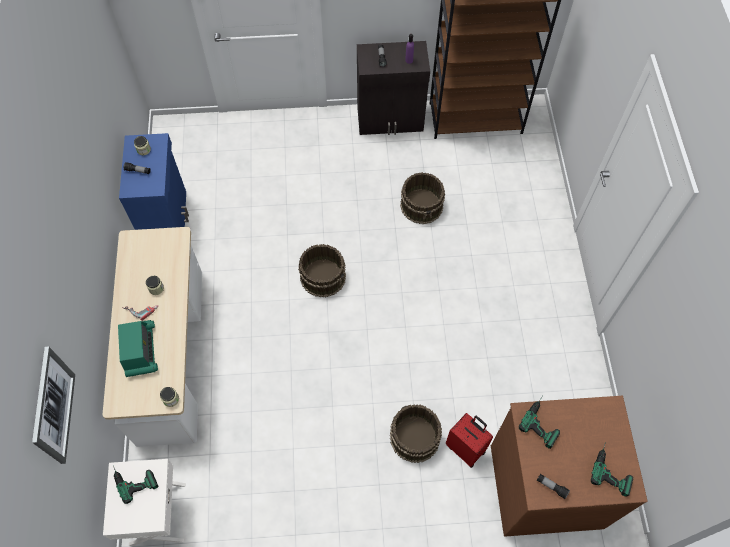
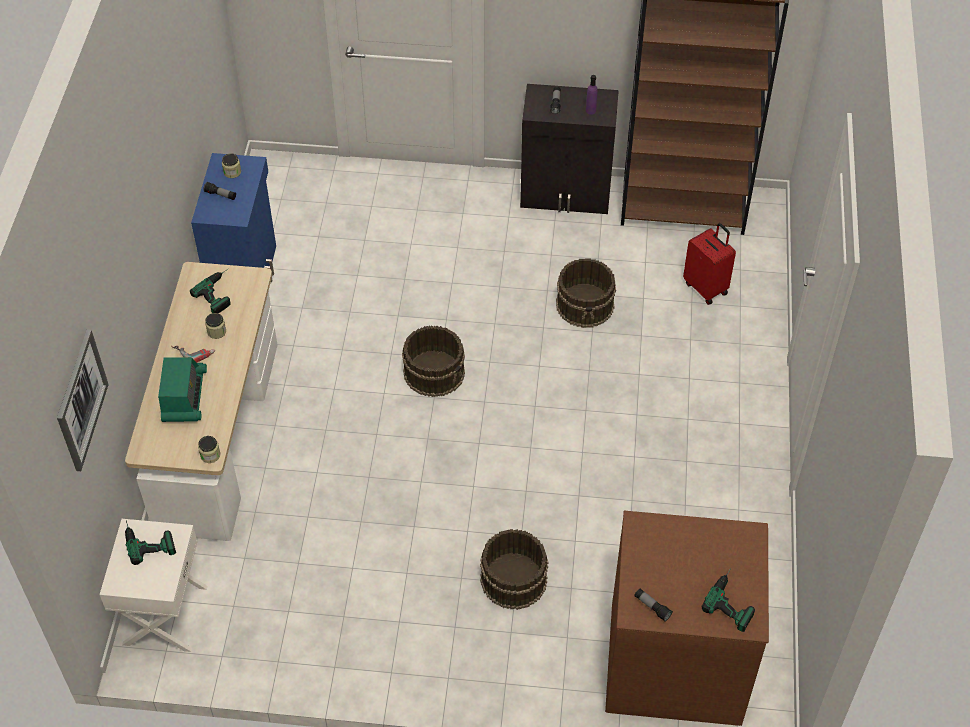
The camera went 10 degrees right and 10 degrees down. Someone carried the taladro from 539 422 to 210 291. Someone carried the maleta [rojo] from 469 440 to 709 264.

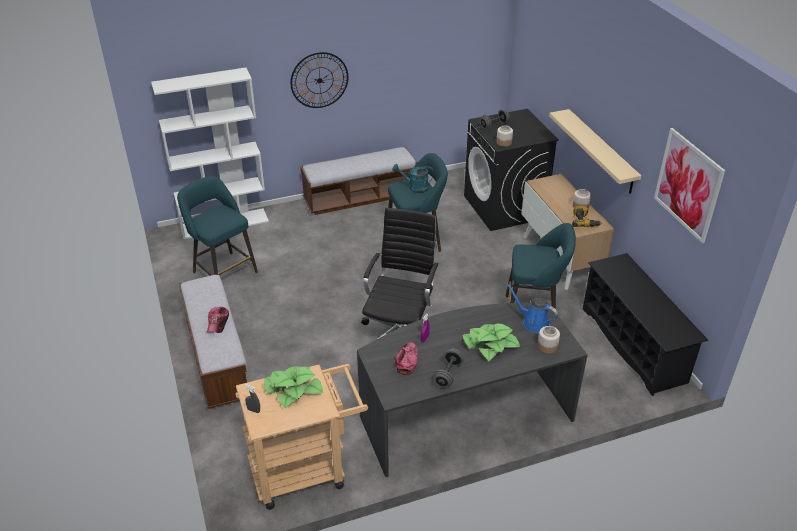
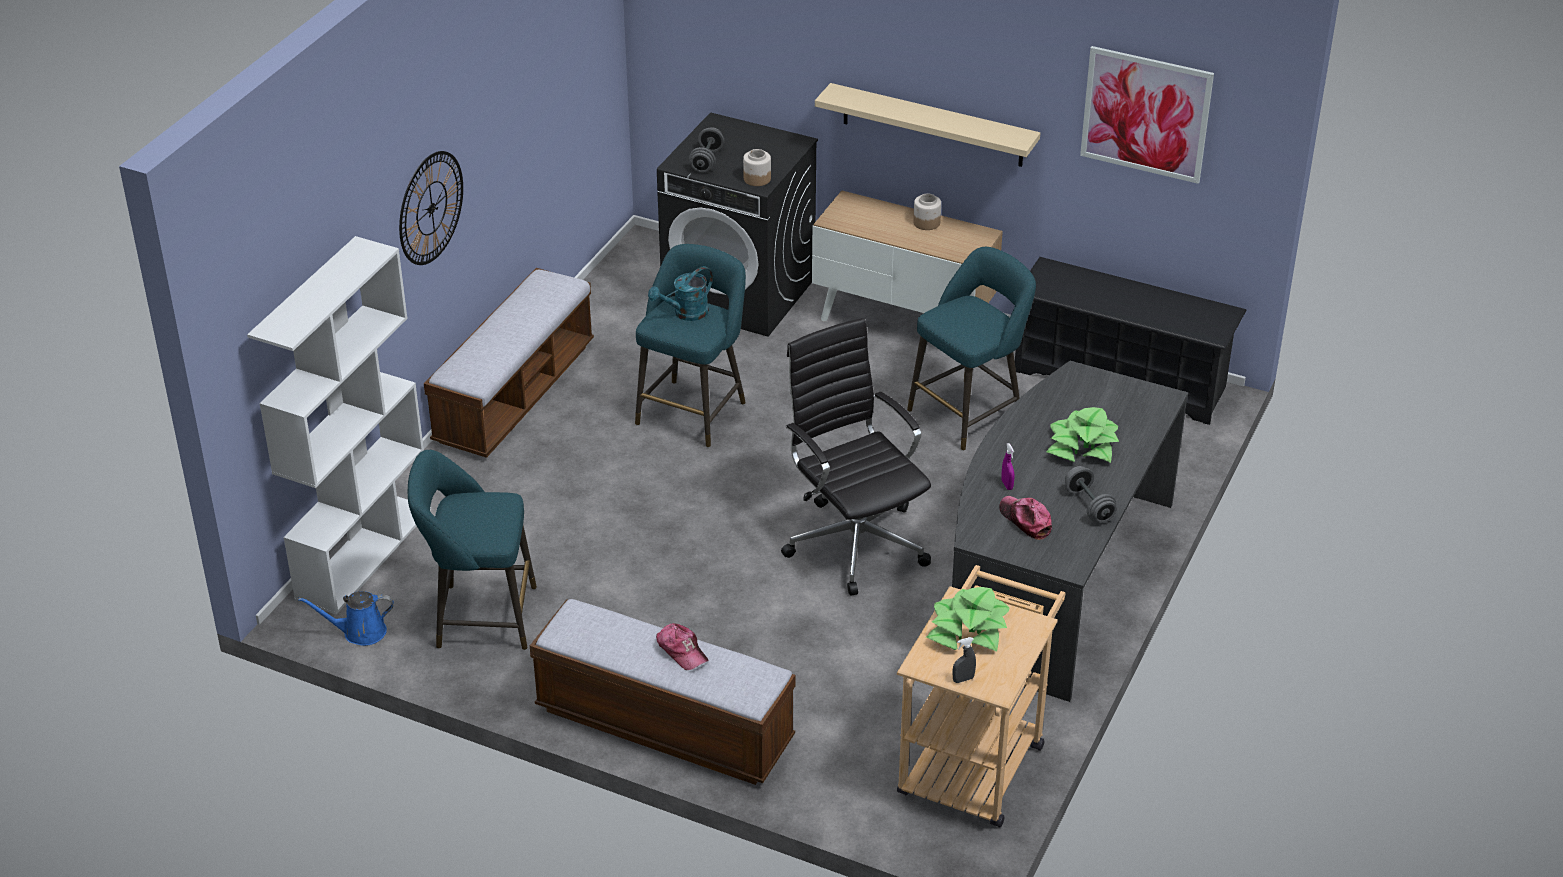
The camera went 45 degrees left and 0 degrees up. Someone took away the taladro at 587 216. Someone carried the regadera [azul] from 532 308 to 346 618. Someone took away the tarro at 549 340.

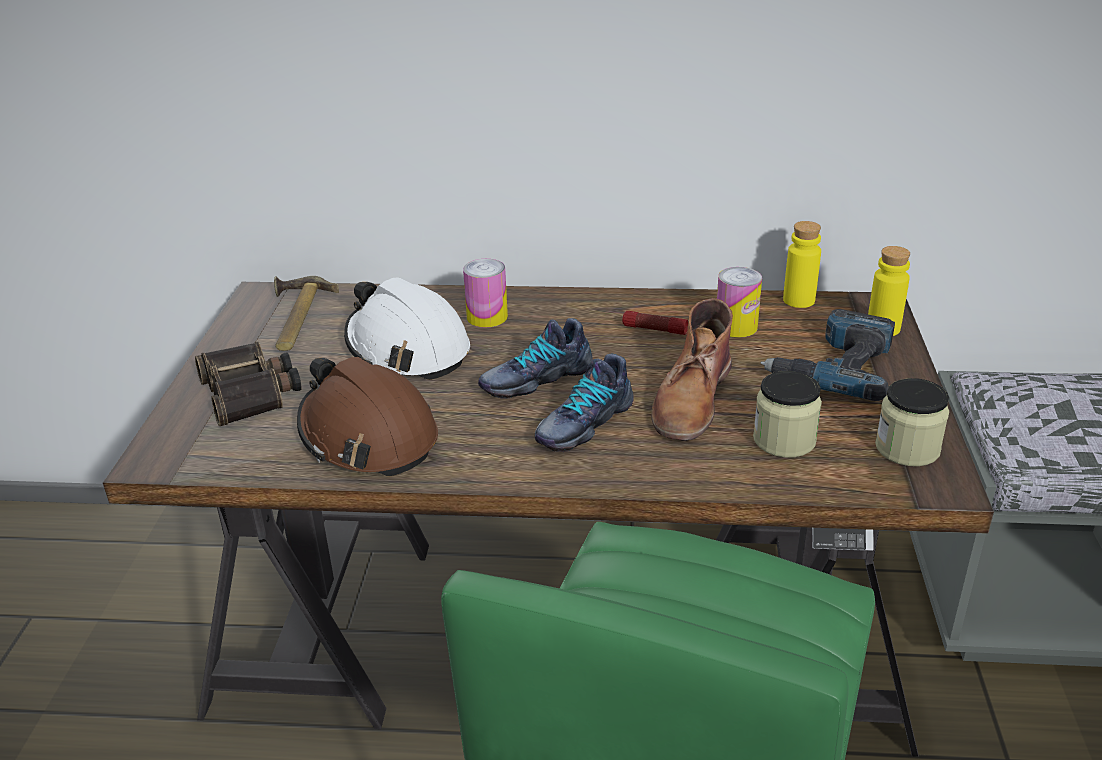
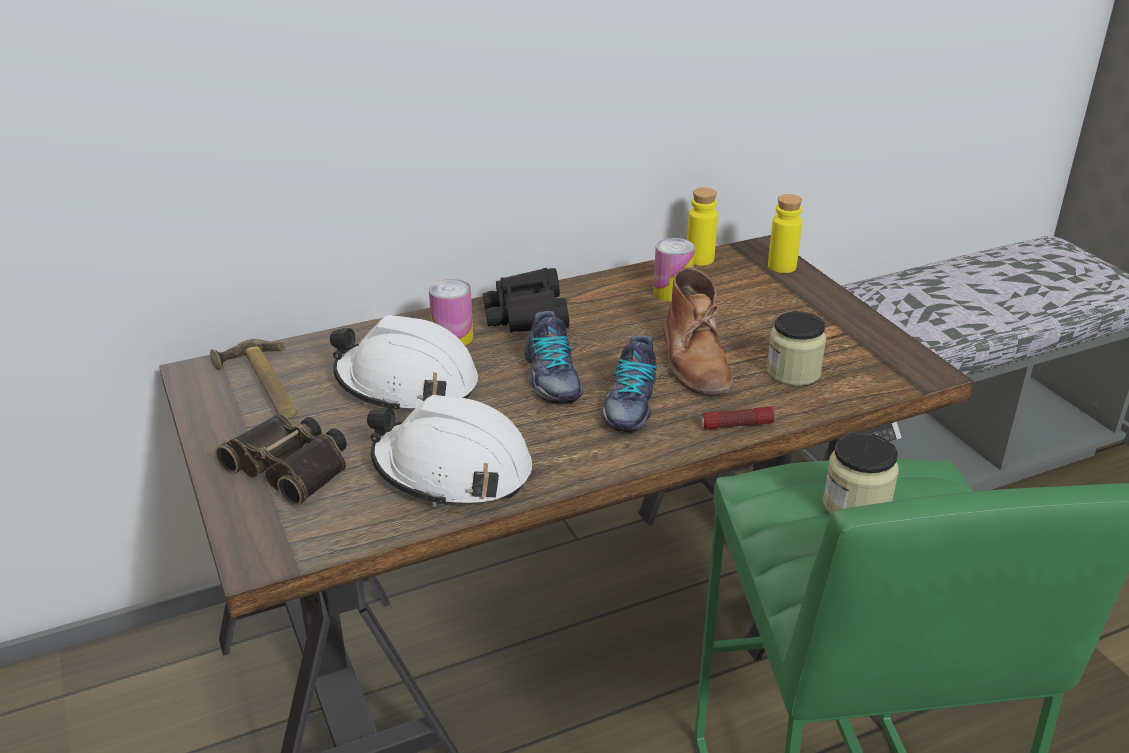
The camera went 30 degrees left and 0 degrees up. Someone took away the taladro at 828 355. Someone carried the linterna from 655 323 to 737 418. Someone rotated the zapato at 535 358 by 45 degrees counterclockwise. Someone repainted the casco [marrón] at 367 416, which became the casco [blanco] at 449 451. Someone carried the tarro from 912 422 to 861 473. Someone put down the prismáticos [negro] at 526 300.

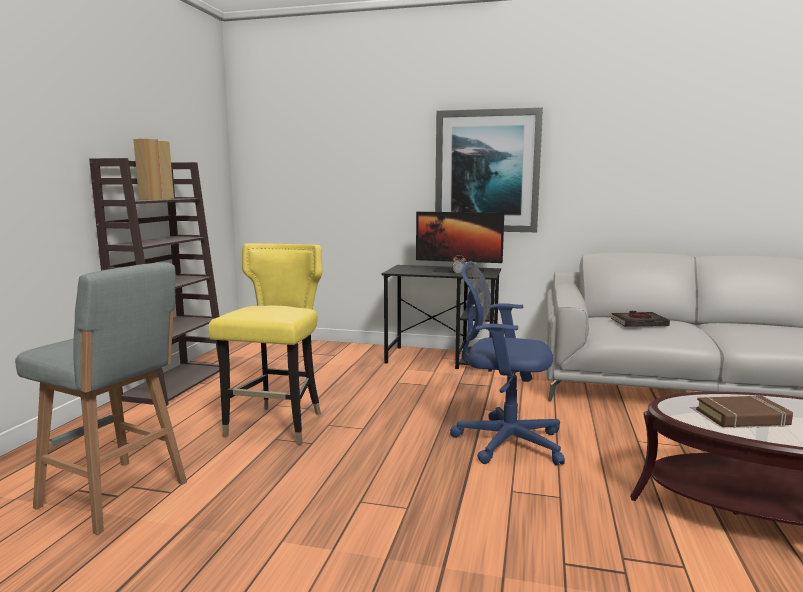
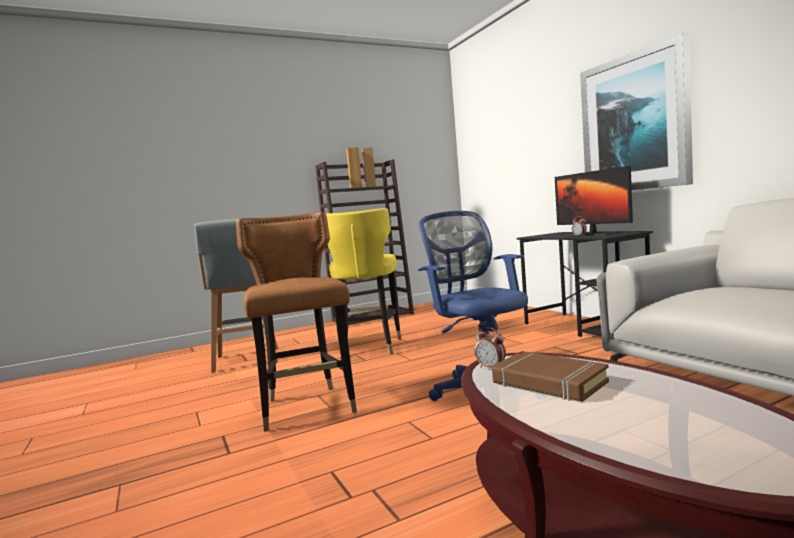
The camera went 50 degrees right and 5 degrees down. Someone rotated the silla [amarillo] at 265 344 by 120 degrees clockwise. Someone took away the libro [negro] at 640 319. Someone put down the silla [marrón] at 296 322. Someone put down the despertador at 490 347.

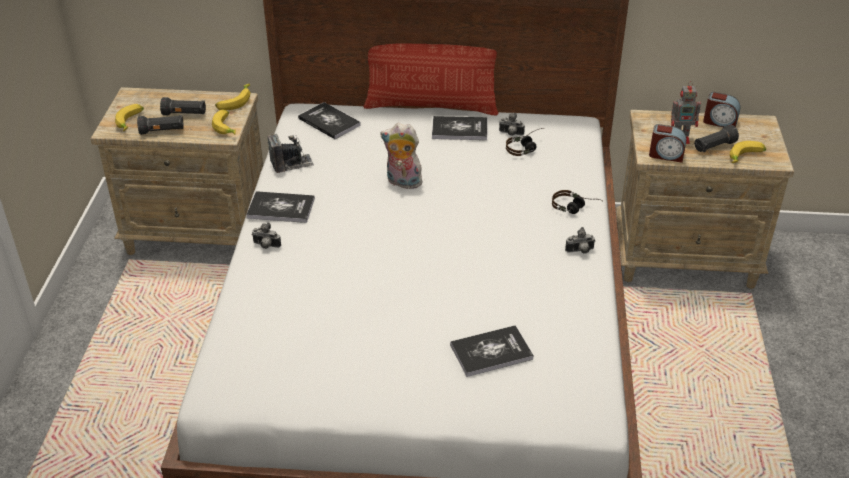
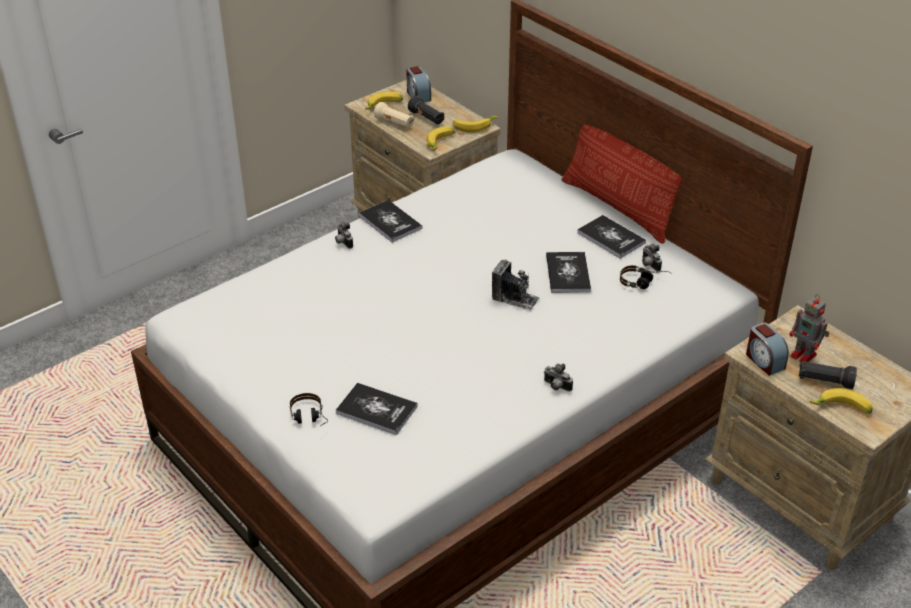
The camera went 45 degrees right and 0 degrees up. Someone carried the despertador from 722 109 to 418 84. Someone carried the libro from 329 120 to 568 272. Someone repainted the linterna [negro] at 160 125, which became the linterna [beis] at 394 115. Someone took away the peluche at 401 156. Someone carried the cámara from 291 153 to 516 285. Someone carried the auriculares from 577 202 to 309 410.

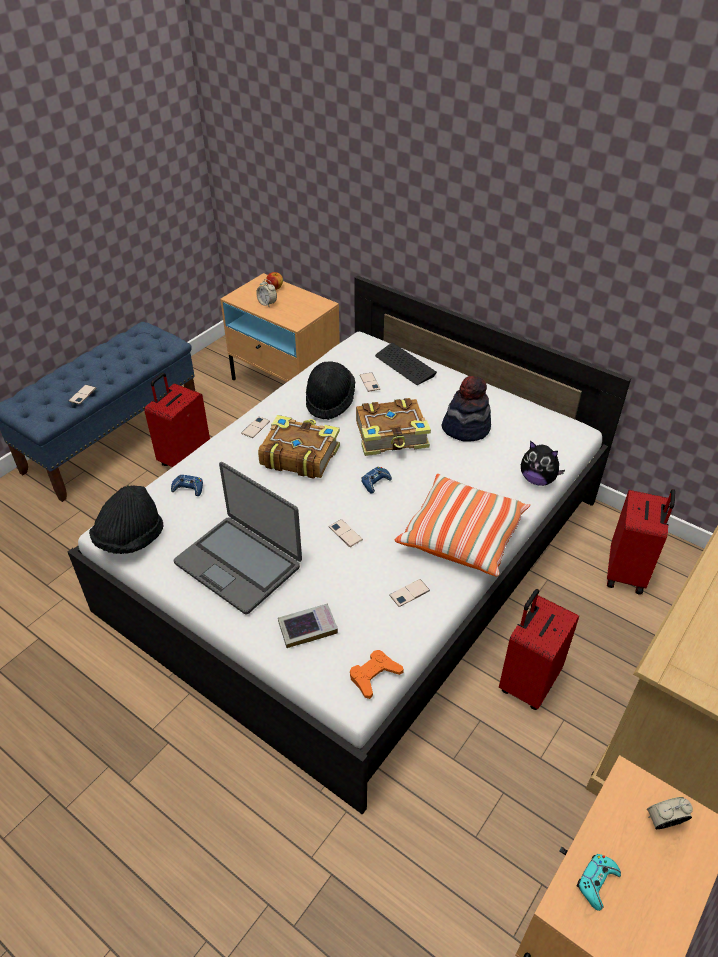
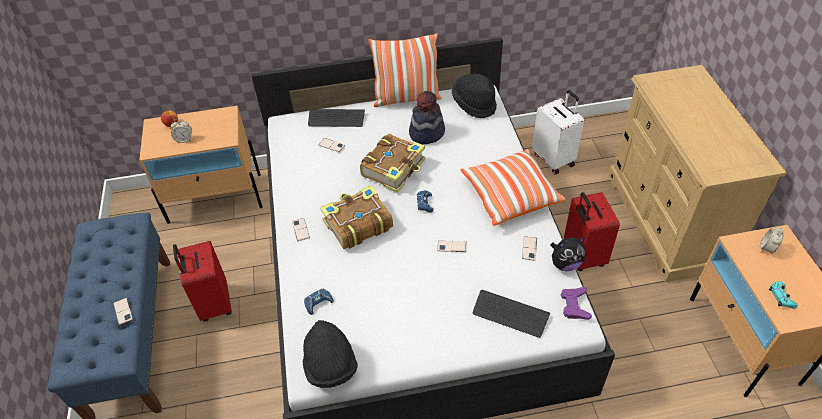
The camera went 45 degrees left and 5 degrees up. Someone carried the sombrero [negro] from 330 390 to 474 95. Someone carried the peluche from 543 463 to 568 254. Someone took away the portátil at 238 538. Someone repainted the maleta [rojo] at 641 542, which became the maleta [blanco] at 558 132. Someone swapped the libro at 308 626 for the teclado at 511 314. Someone repainted the mando de consola [naranja] at 377 674, which became the mando de consola [morado] at 576 303. Someone put down the cojín at 405 70.

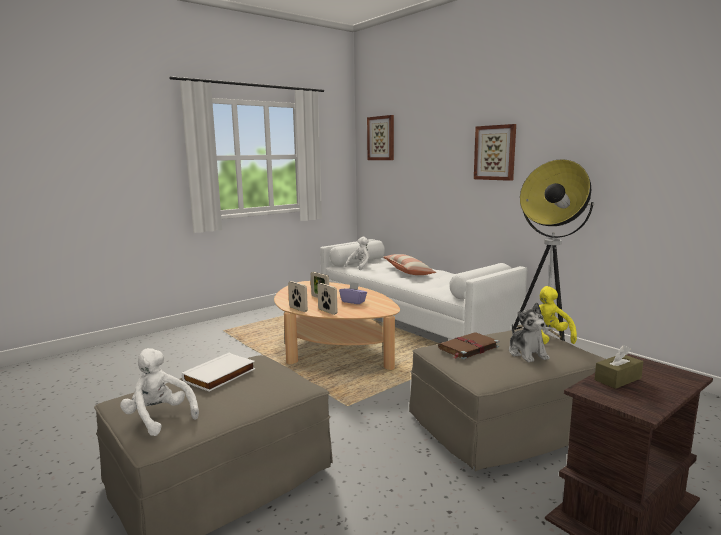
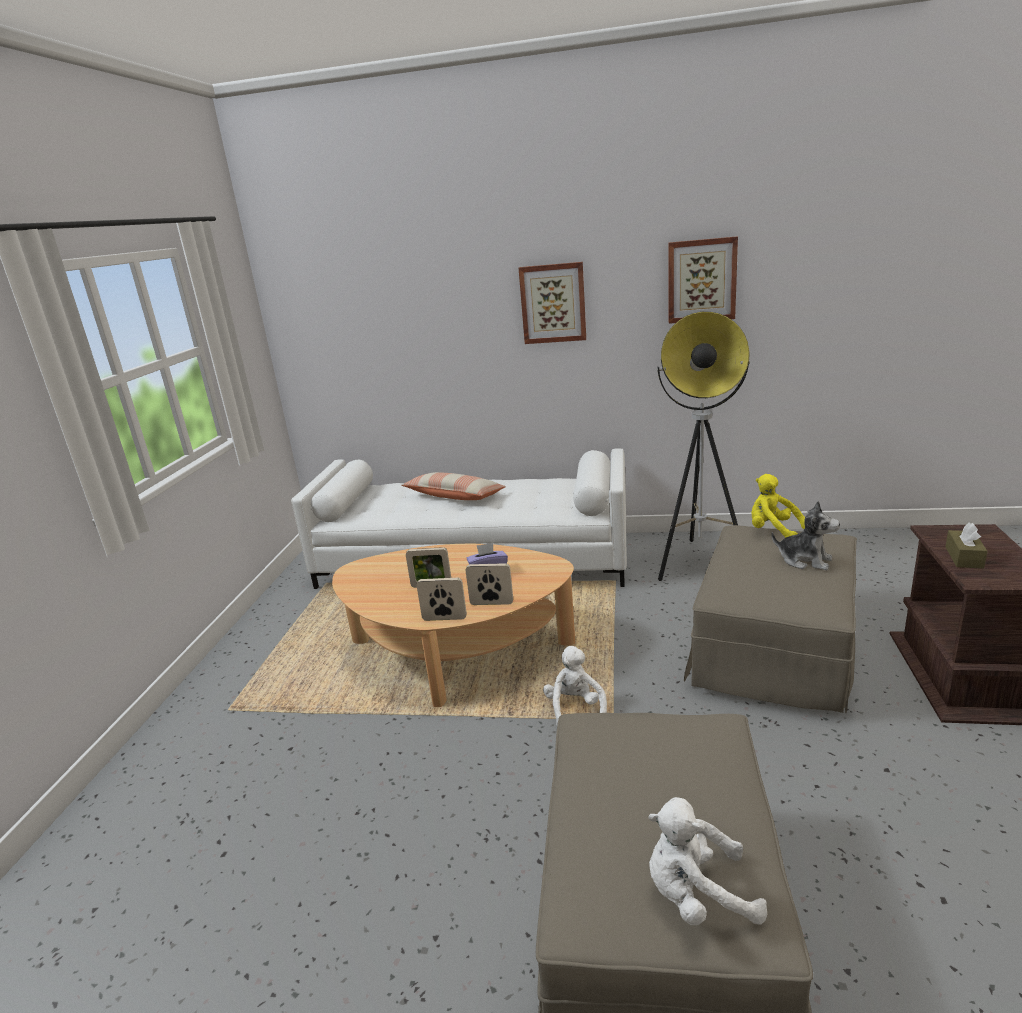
The camera went 40 degrees left and 10 degrees up. Someone carried the cuadro from 380 137 to 703 280. Someone carried the peluche [blanco] from 357 253 to 575 685. Someone took away the libro [marrón] at 468 346. Someone took away the libro [blanco] at 219 372.

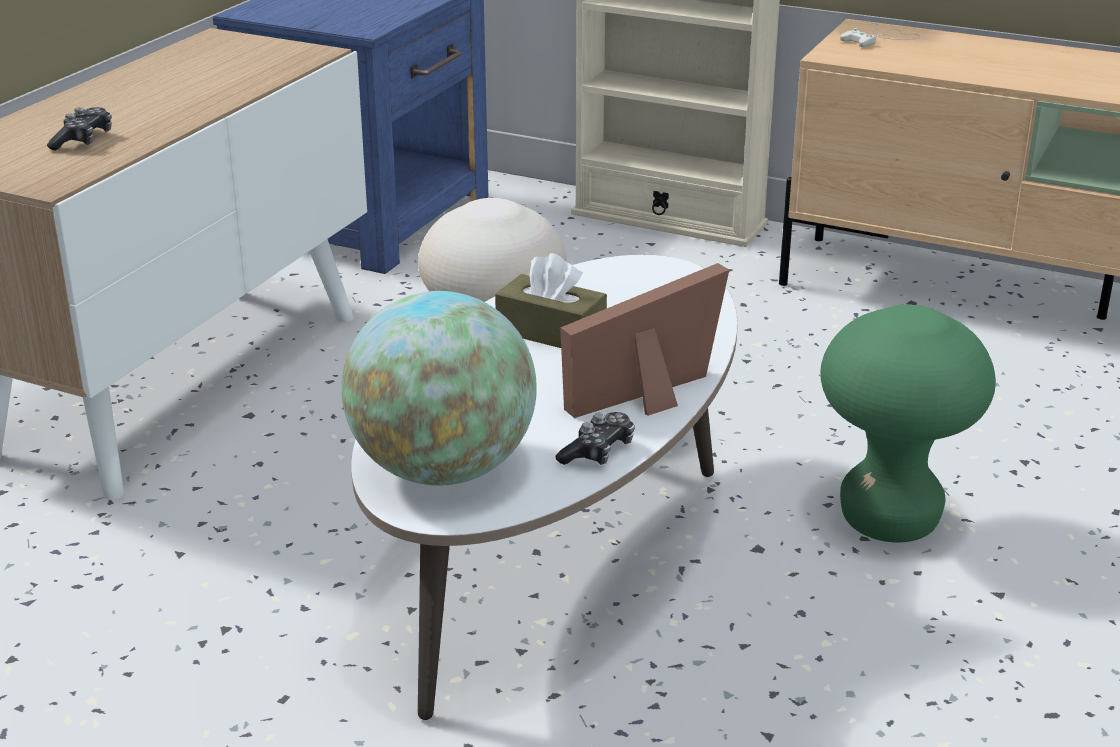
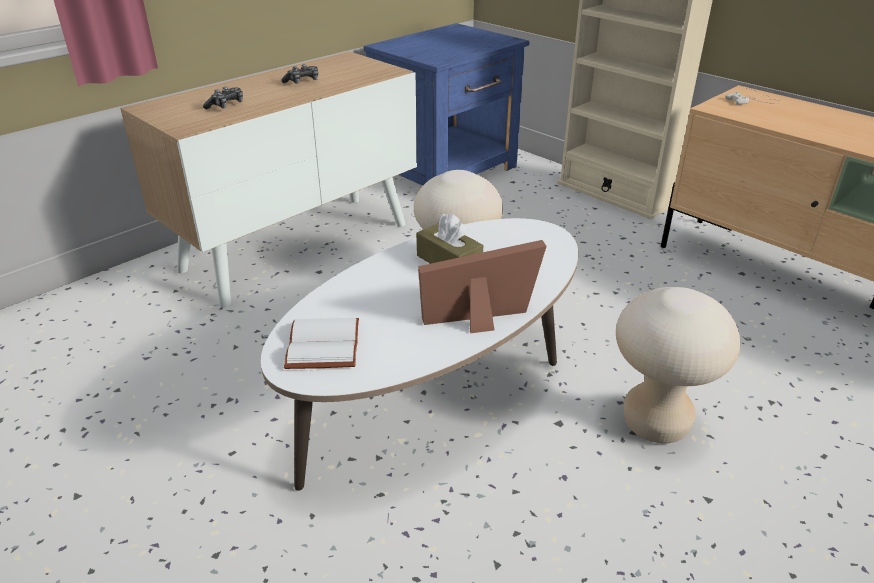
The camera went 20 degrees right and 5 degrees up. Someone swapped the globo terráqueo at 439 388 for the libro [blanco] at 321 343. Someone repainted the taburete [verde] at 908 423, which became the taburete [beis] at 678 365. Someone carried the mando de consola from 595 438 to 299 74.

